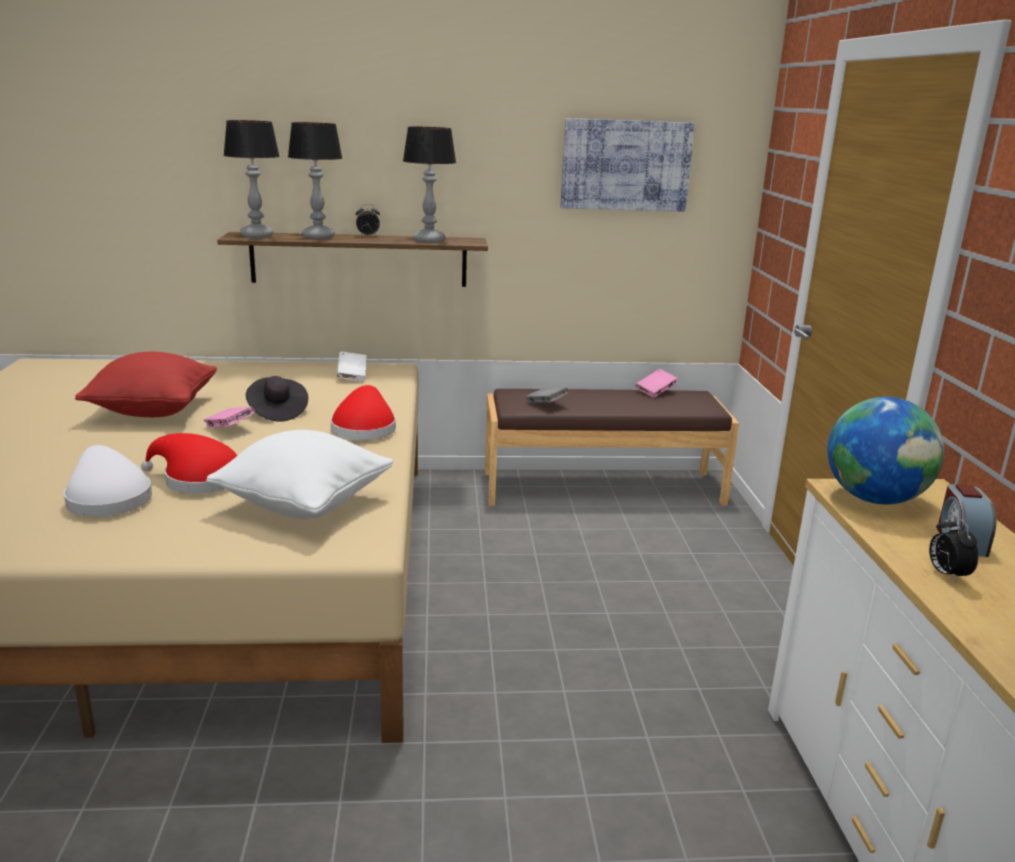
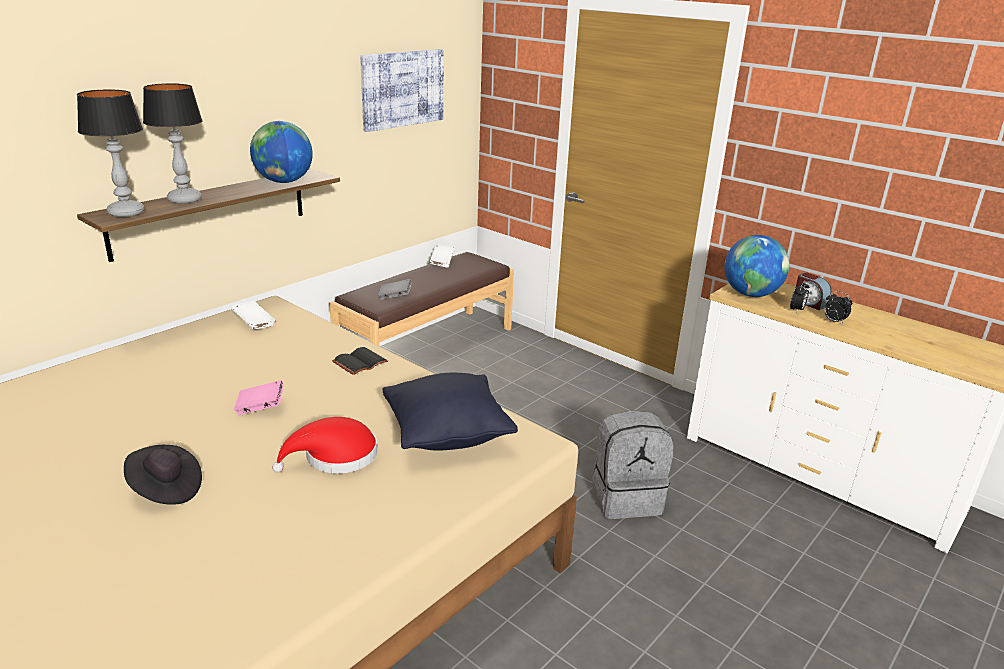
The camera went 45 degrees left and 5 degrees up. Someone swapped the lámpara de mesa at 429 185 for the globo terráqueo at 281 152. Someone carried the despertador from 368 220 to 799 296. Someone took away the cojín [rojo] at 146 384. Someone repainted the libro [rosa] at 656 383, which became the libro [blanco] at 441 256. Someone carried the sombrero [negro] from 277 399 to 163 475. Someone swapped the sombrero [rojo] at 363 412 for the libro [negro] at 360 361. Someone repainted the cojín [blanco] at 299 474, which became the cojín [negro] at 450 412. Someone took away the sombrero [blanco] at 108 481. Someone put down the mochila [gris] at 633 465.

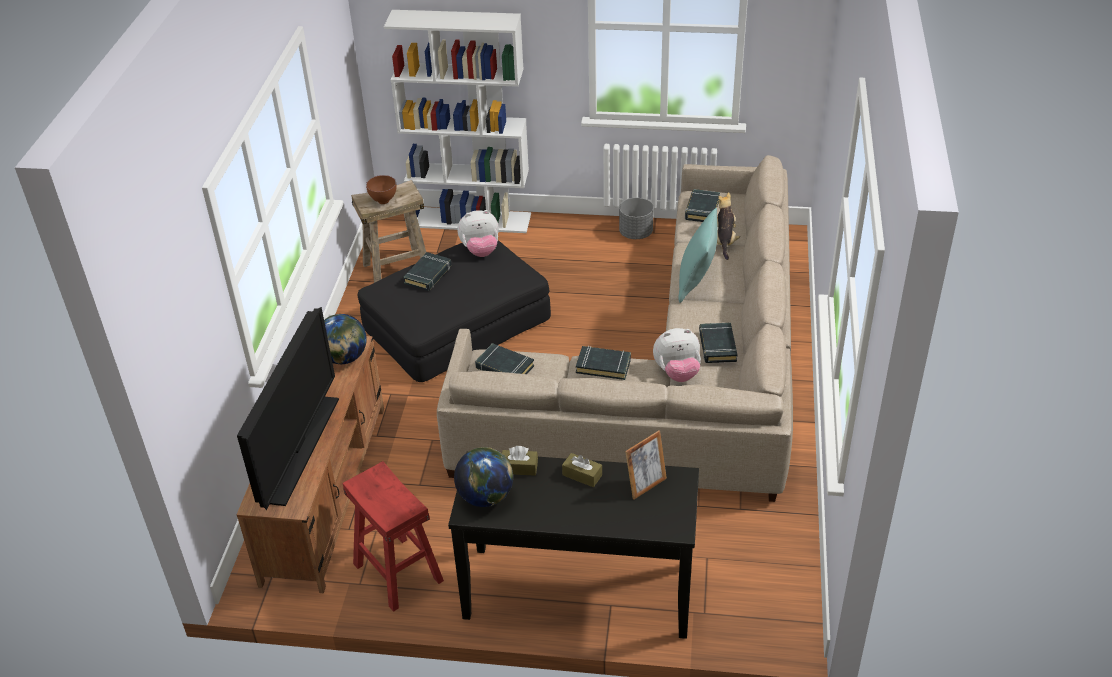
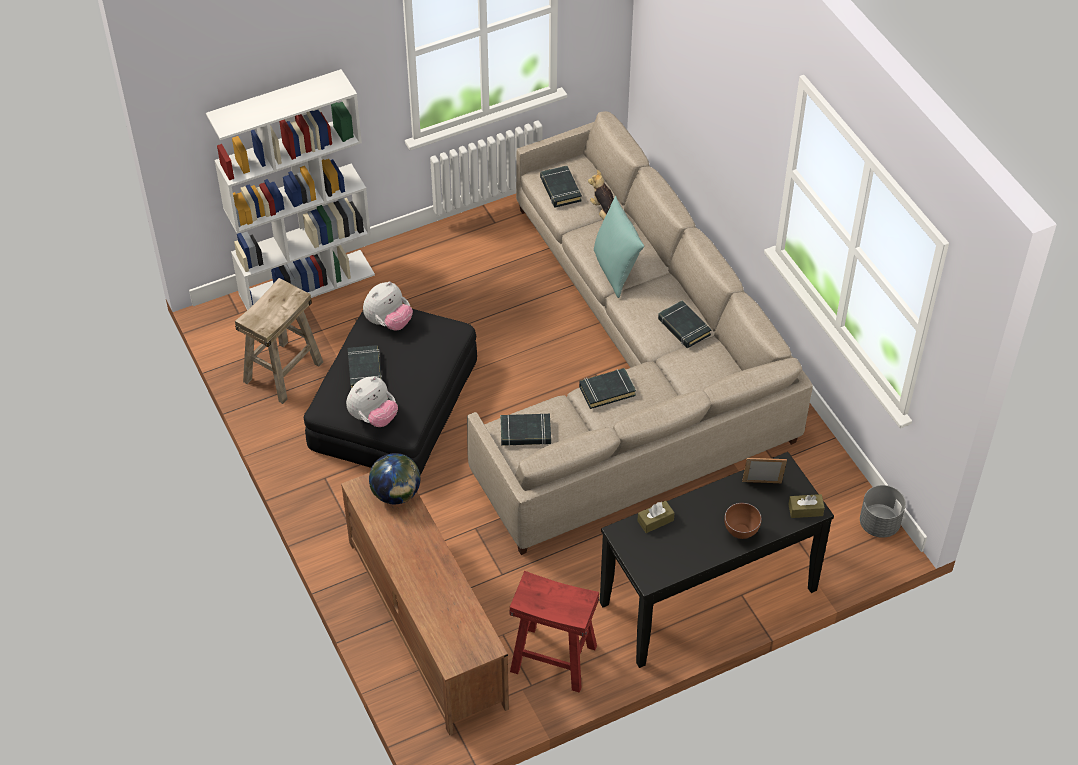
The camera went 35 degrees left and 10 degrees up. Someone carried the cuenco [marrón] from 381 189 to 743 521. Someone carried the maceta [gris] from 636 218 to 883 511. Someone took away the televisor at 288 408. Someone carried the peluche from 677 355 to 372 401. Someone rotated the portarretratos at 646 465 by 105 degrees counterclockwise. Someone took away the globo terráqueo at 483 477. Someone carried the caja de pañuelos [marrón] from 582 470 to 806 506.

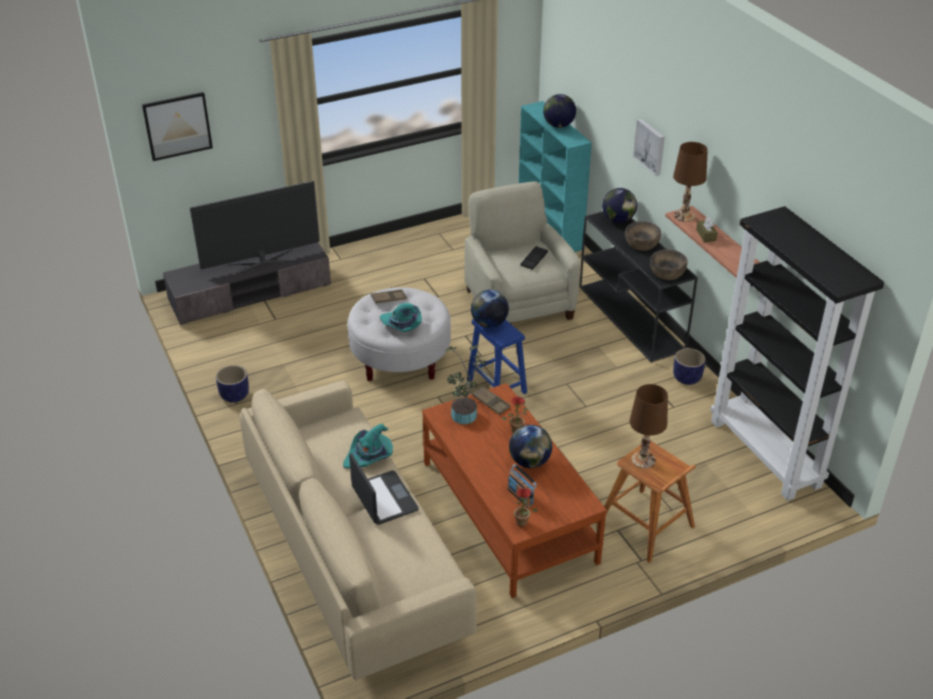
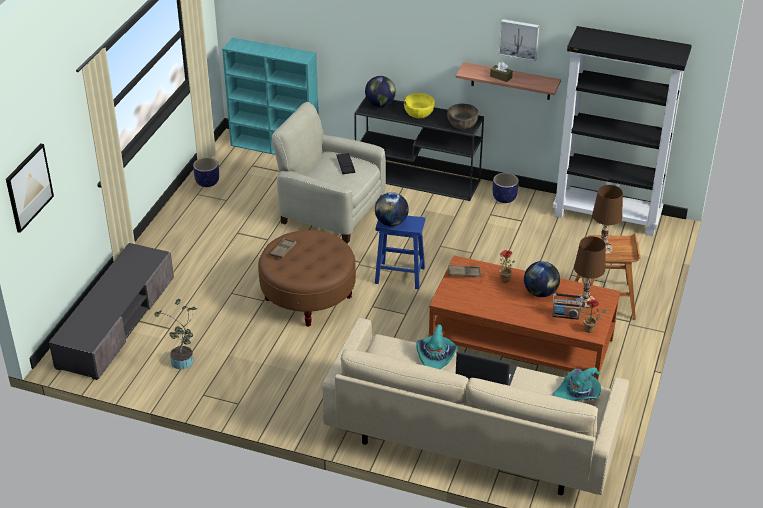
The camera went 45 degrees left and 0 degrees up. Someone took away the globo terráqueo at 559 111. Someone carried the cuadro from 649 147 to 519 40. Someone carried the lámpara de mesa [marrón] from 690 182 to 590 272. Someone took away the televisor at 255 229. Someone repainted the cuenco [marrón] at 643 236, which became the cuenco [amarillo] at 419 105. Someone repainted the puf [blanco] at 399 334, which became the puf [marrón] at 307 278. Someone carried the sombrero [turquesa] from 401 317 to 576 384. Someone carried the planta en maceta from 465 384 to 176 334. Someone carried the maceta from 232 383 to 206 172.

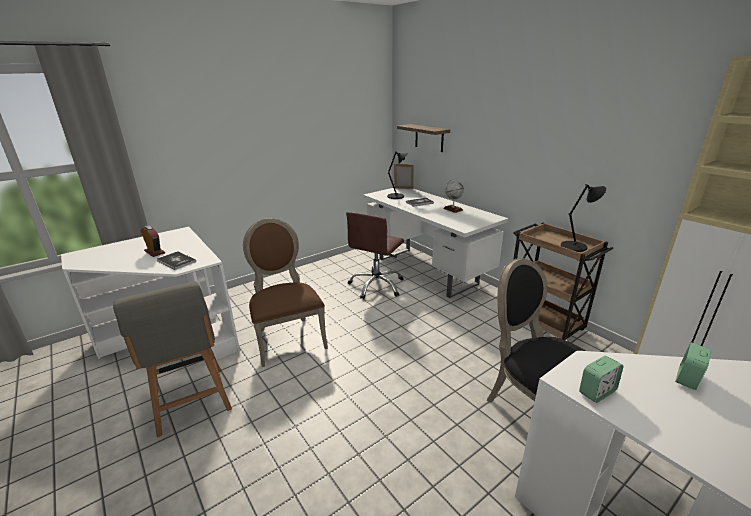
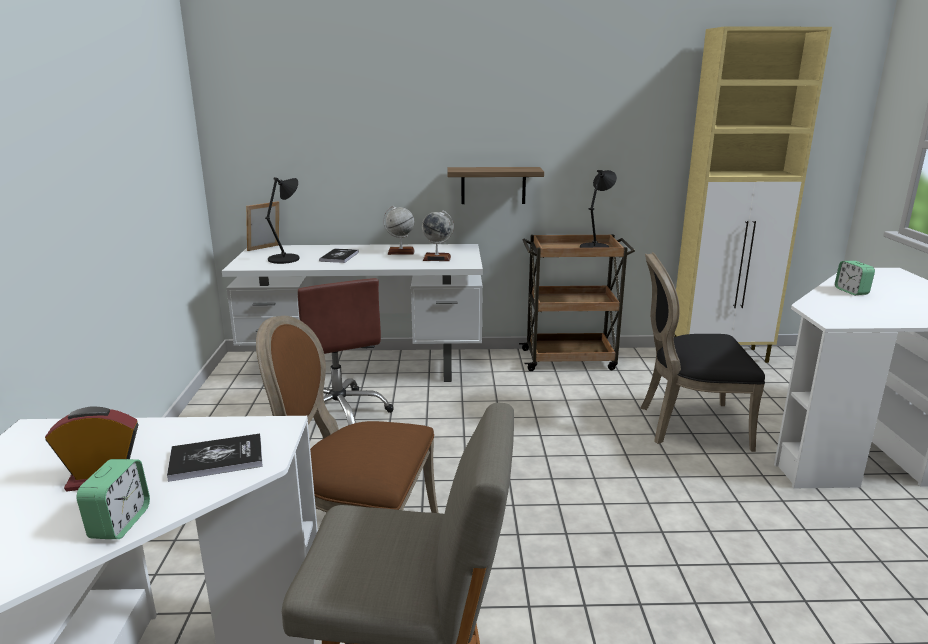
The camera went 55 degrees left and 5 degrees down. Someone carried the estante from 423 138 to 495 185. Someone carried the despertador from 601 379 to 113 499. Someone put down the globo terráqueo at 438 235.

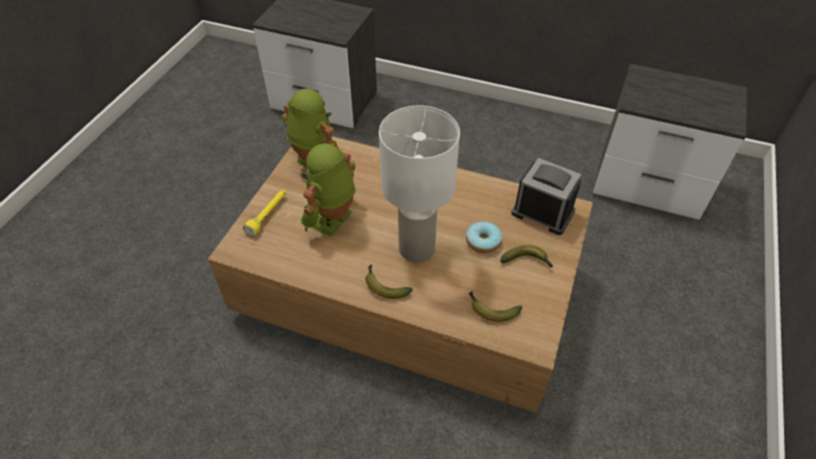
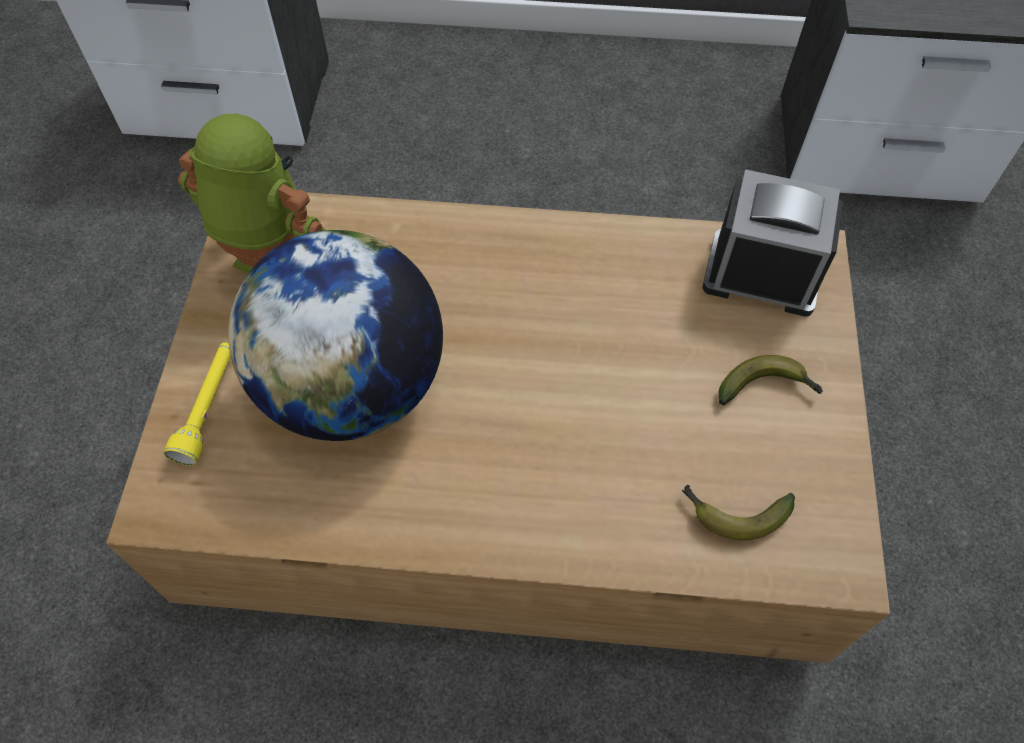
The camera went 15 degrees left and 10 degrees up. Someone took away the lámpara de mesa [blanco] at 419 184. Someone swapped the robot de juguete at 328 190 for the globo terráqueo at 335 335. Someone took away the rosquilla at 484 237. Someone took away the plátano at 389 281.

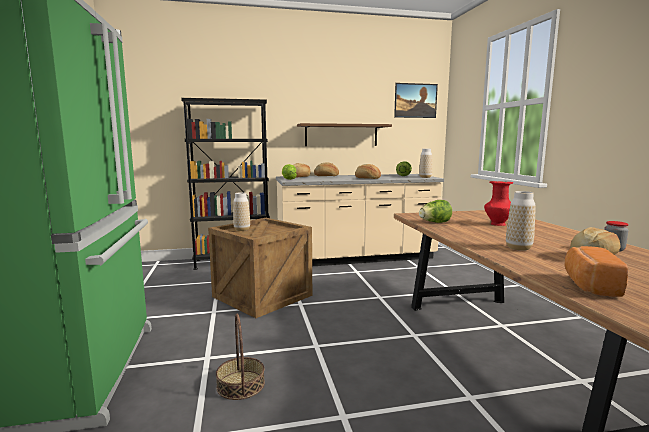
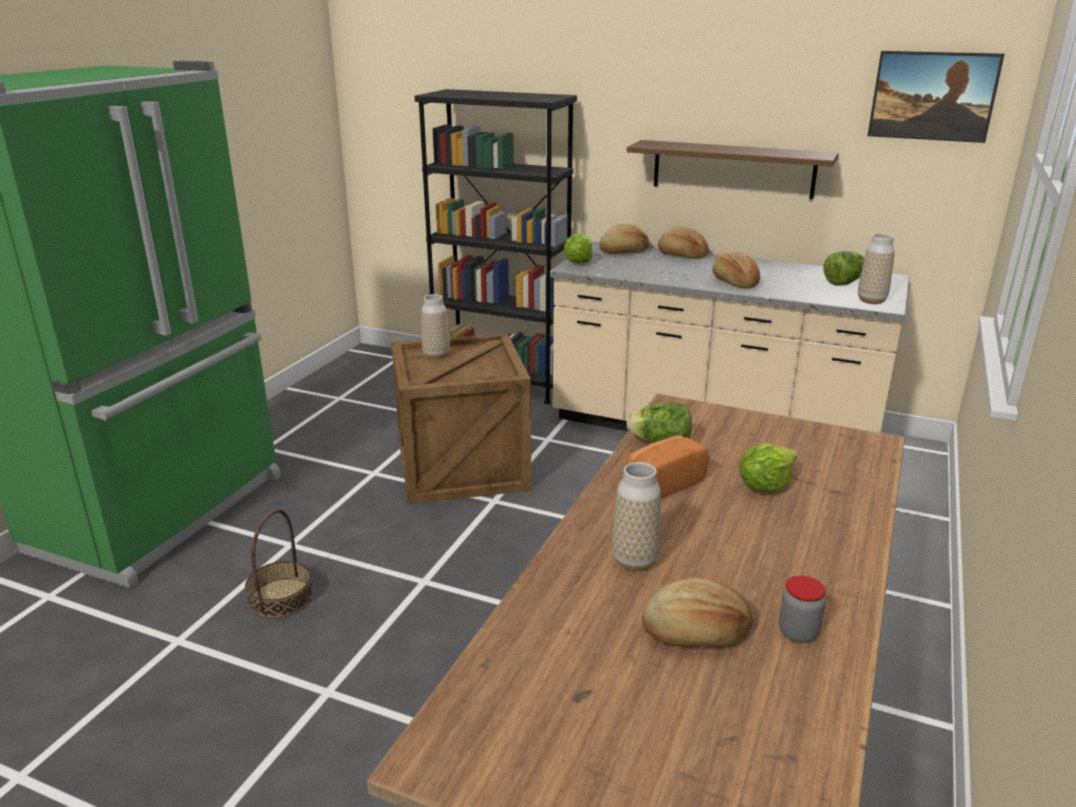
The camera went 35 degrees right and 15 degrees up. Someone swapped the florero [rojo] at 498 203 for the lechuga at 768 468. Someone carried the pan from 596 271 to 667 466.

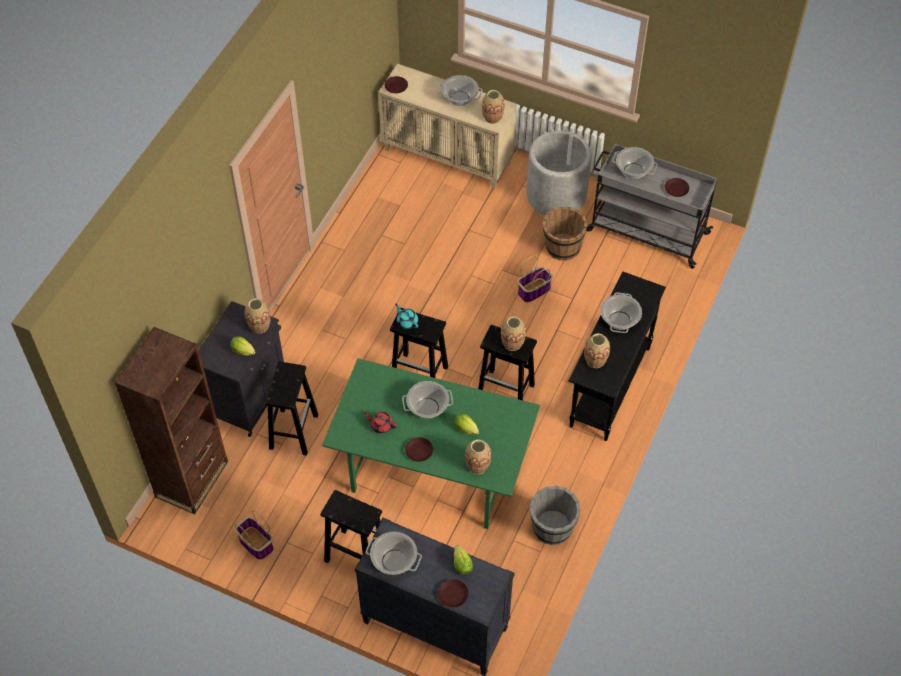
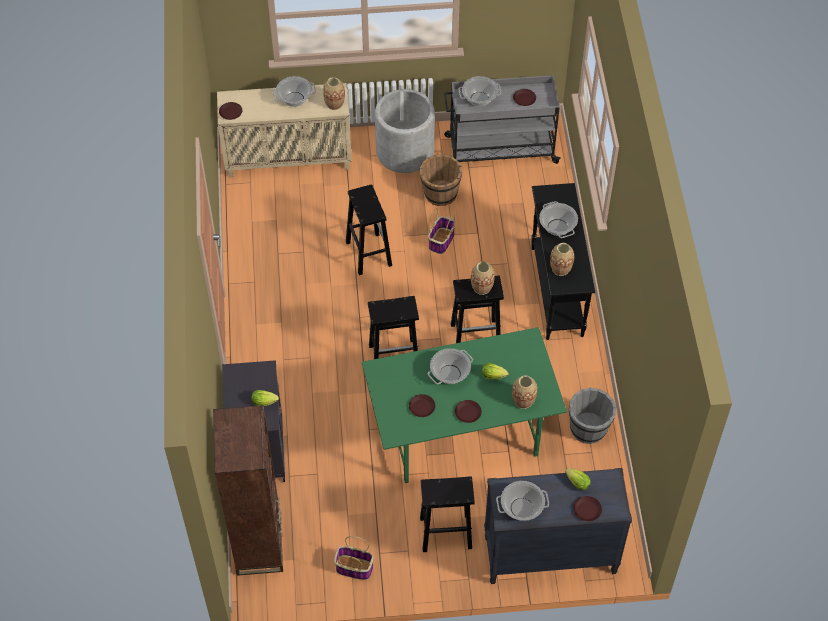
The camera went 30 degrees left and 0 degrees up. Someone took away the florero at 257 315. Someone took away the tetera [turquesa] at 406 316. Someone carried the taburete [negro] from 291 408 to 369 229. Someone swapped the tetera [rojo] at 380 423 for the plato [marrón] at 422 405.

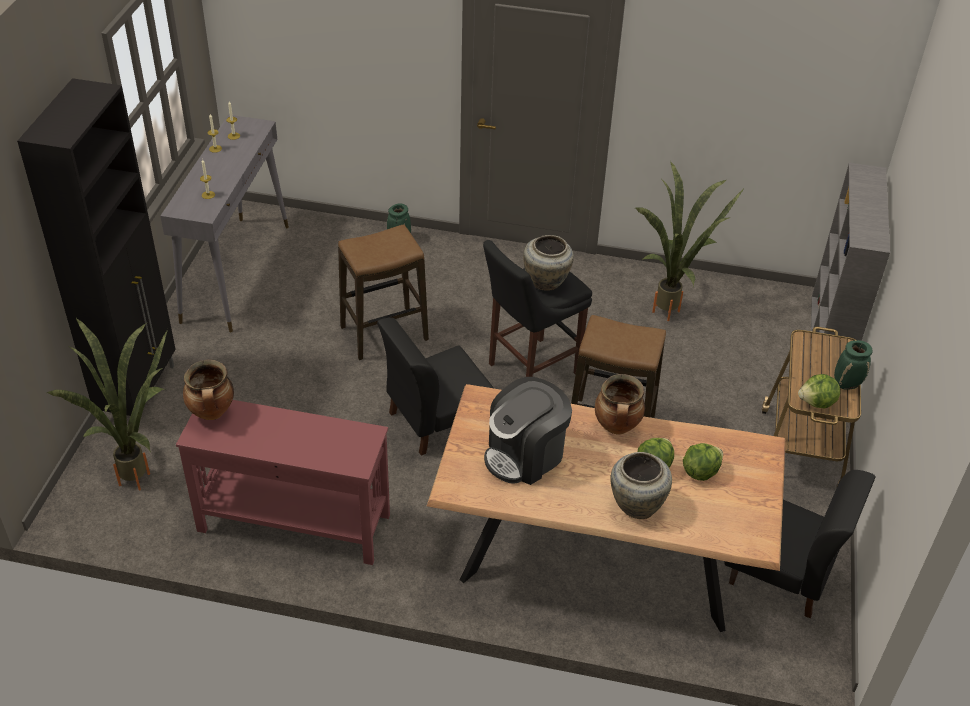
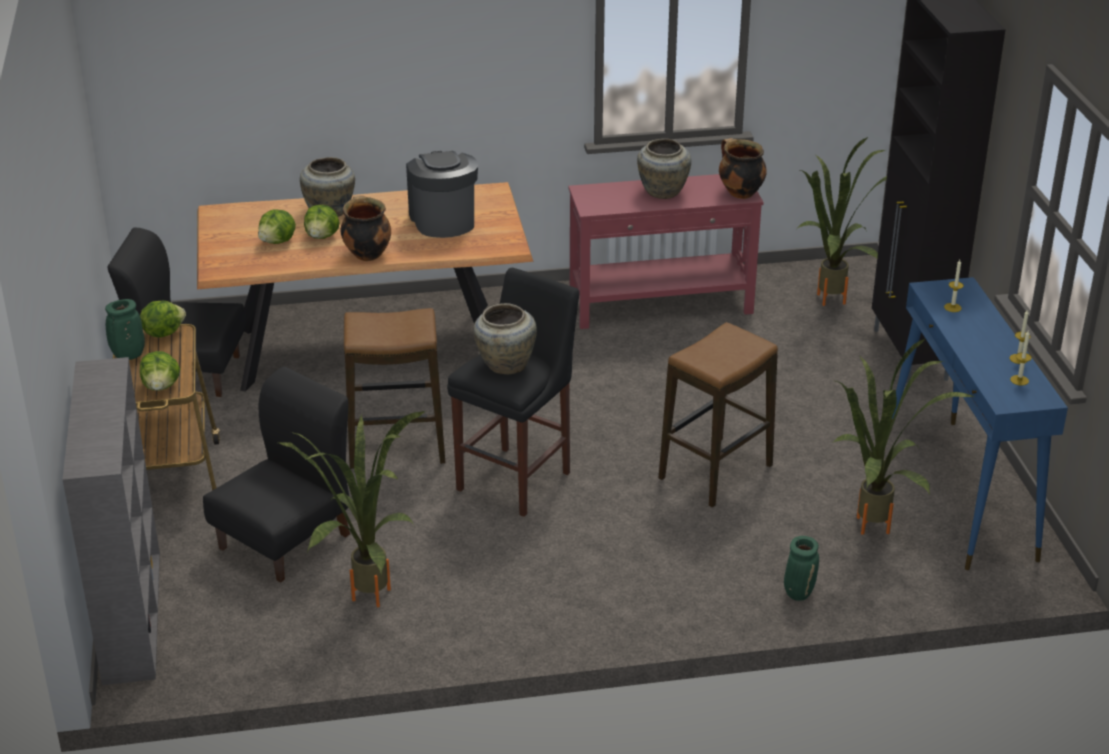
The camera went 160 degrees right and 10 degrees down. Someone repainted the mesa consola [gris] at 224 223, which became the mesa consola [azul] at 979 423. Someone carried the silla [negro] from 435 387 to 276 474. Someone rotated the cafetera at 528 431 by 45 degrees counterclockwise. Someone put down the florero [beis] at 664 168. Someone put down the planta en maceta at 903 437. Someone put down the lechuga at 160 371.

